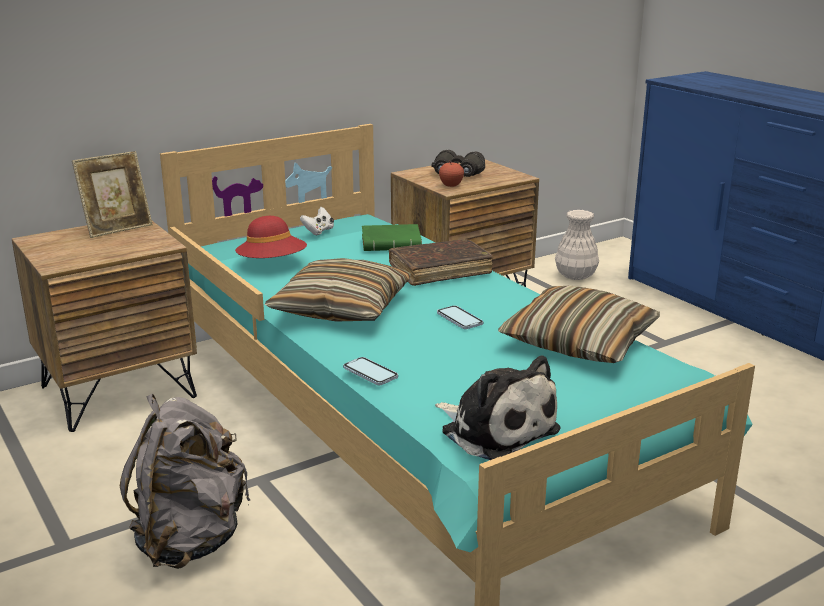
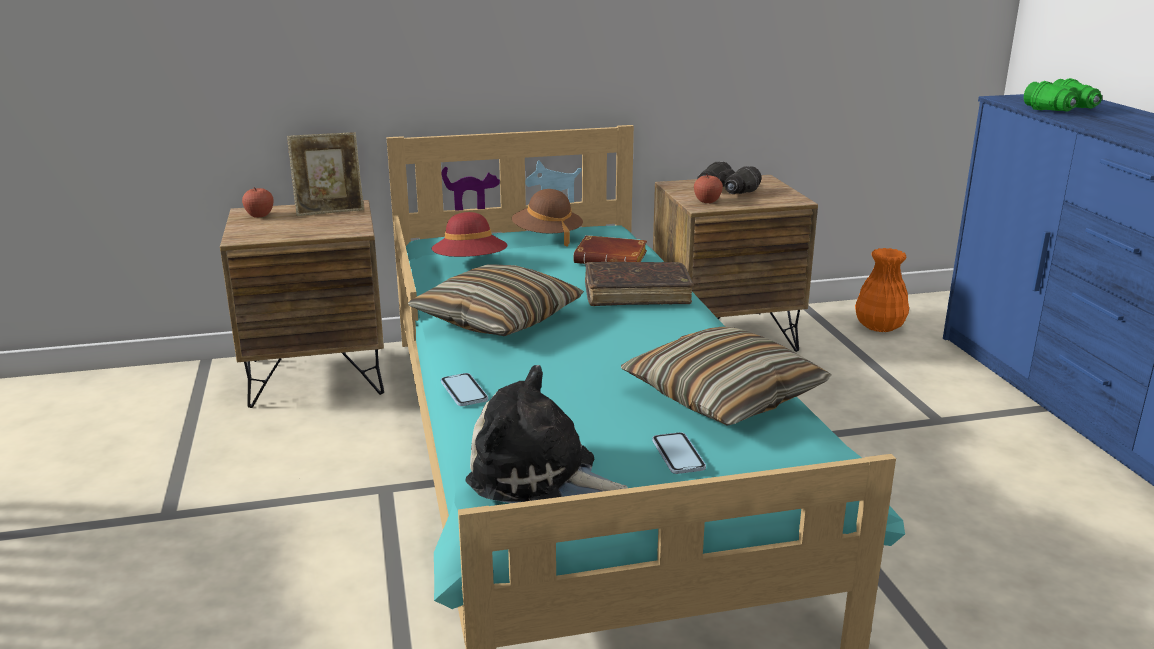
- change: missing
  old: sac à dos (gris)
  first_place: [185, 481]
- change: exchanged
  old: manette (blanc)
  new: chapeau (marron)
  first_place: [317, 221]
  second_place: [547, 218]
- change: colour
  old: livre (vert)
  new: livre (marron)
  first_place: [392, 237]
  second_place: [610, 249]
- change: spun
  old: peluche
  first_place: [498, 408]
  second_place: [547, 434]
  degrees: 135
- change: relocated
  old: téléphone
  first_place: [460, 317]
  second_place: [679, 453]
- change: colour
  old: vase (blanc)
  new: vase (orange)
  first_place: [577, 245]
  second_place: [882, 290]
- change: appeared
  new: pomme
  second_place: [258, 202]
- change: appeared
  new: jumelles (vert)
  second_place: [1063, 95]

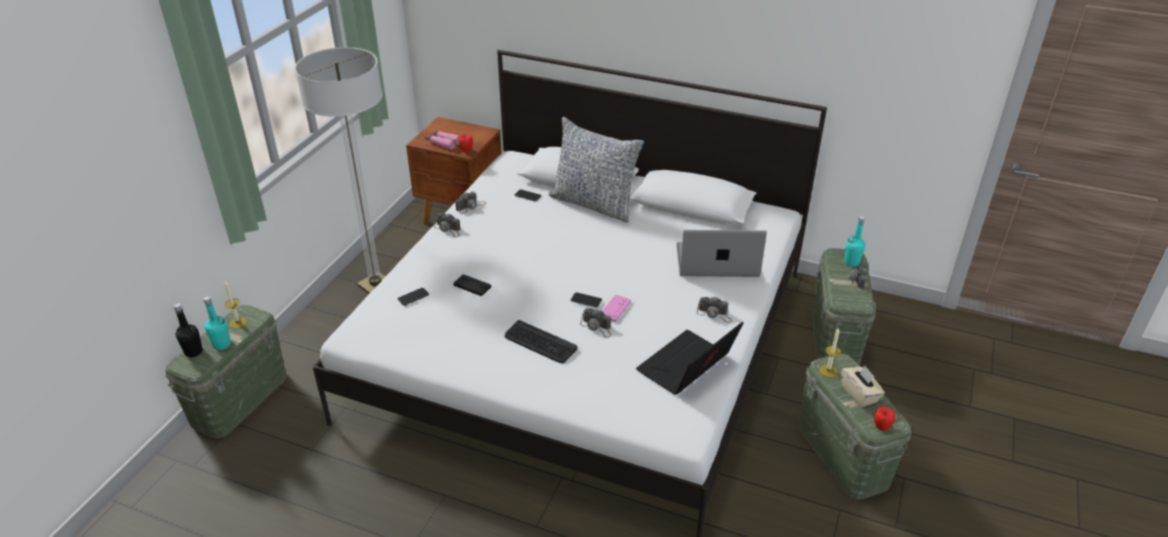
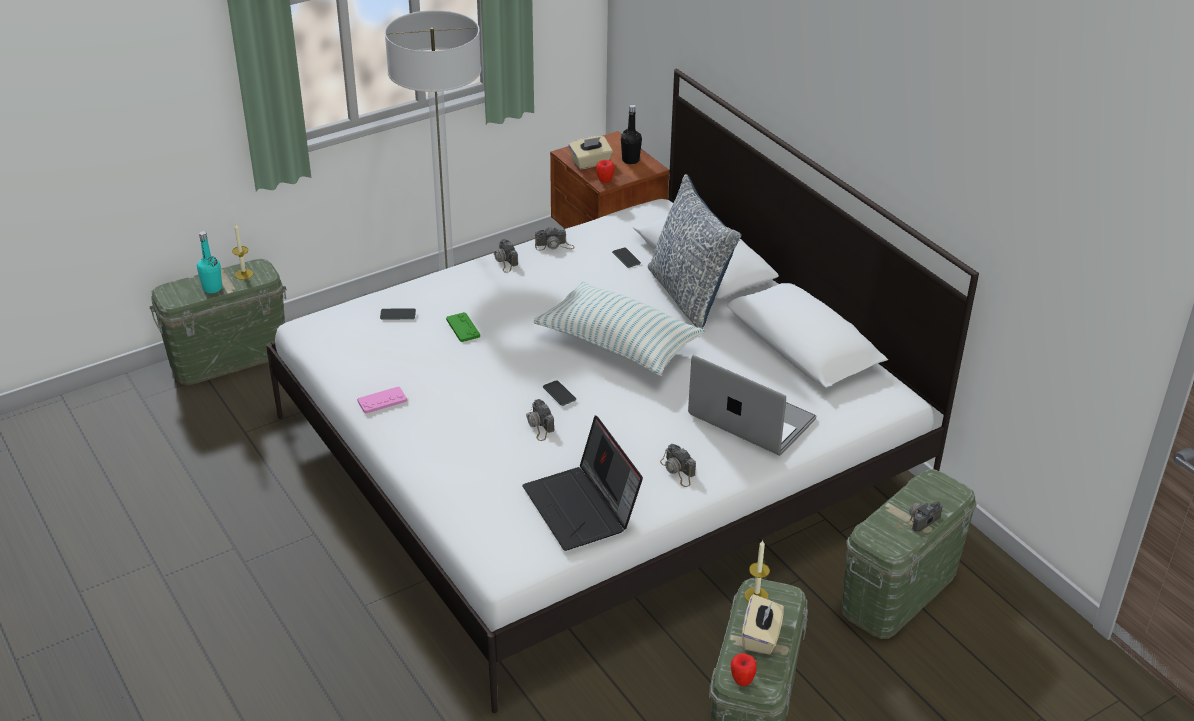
- change: relocated
  old: bouteille (noir)
  first_place: [188, 330]
  second_place: [631, 134]
- change: exchanged
  old: jumelles (rose)
  new: boîte à mouchoirs (beige)
  first_place: [442, 140]
  second_place: [591, 152]
- change: colour
  old: manette (noir)
  new: manette (vert)
  first_place: [472, 285]
  second_place: [463, 327]
- change: missing
  old: clavier
  first_place: [541, 341]
- change: relocated
  old: manette (rose)
  first_place: [616, 308]
  second_place: [382, 400]
- change: spun
  old: ordinateur portable
  first_place: [689, 358]
  second_place: [582, 483]
  degrees: -105
- change: missing
  old: bouteille (turquoise)
  first_place: [854, 241]
- change: appeared
  new: coussin
  second_place: [618, 328]

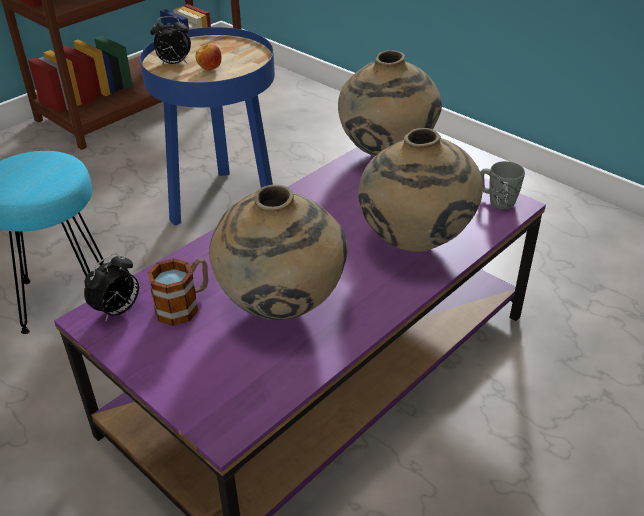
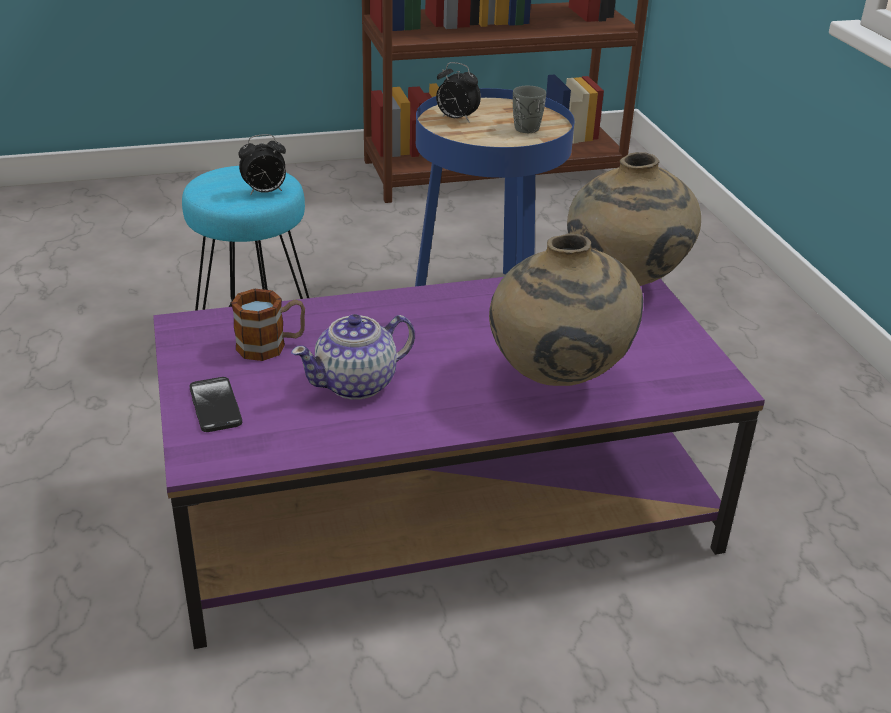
- change: relocated
  old: réveil
  first_place: [111, 287]
  second_place: [262, 164]
- change: missing
  old: pomme
  first_place: [208, 57]
- change: exchanged
  old: vase (beige)
  new: théière
  first_place: [278, 252]
  second_place: [353, 357]
- change: relocated
  old: mug (gris)
  first_place: [502, 185]
  second_place: [529, 109]
- change: appeared
  new: téléphone
  second_place: [215, 404]

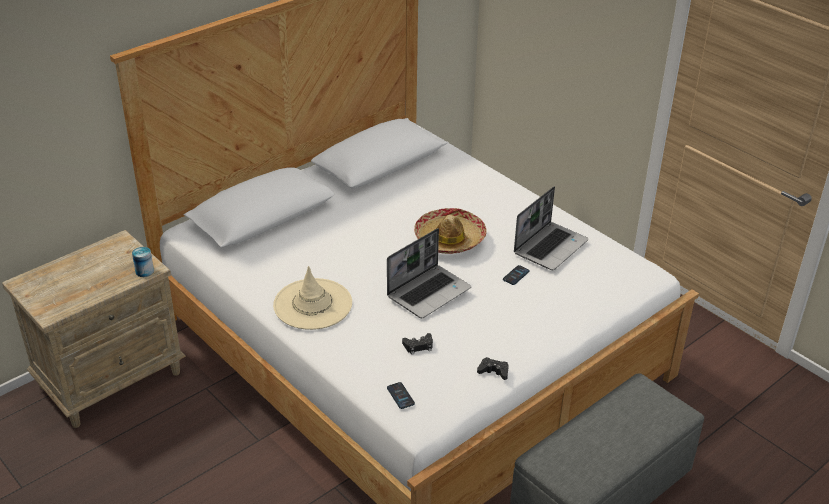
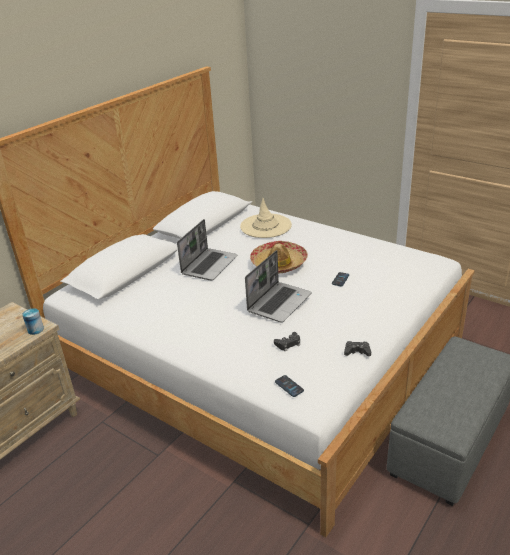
- change: relocated
  old: chapeau (beige)
  first_place: [312, 298]
  second_place: [266, 218]
- change: relocated
  old: ordinateur portable
  first_place: [551, 228]
  second_place: [207, 249]

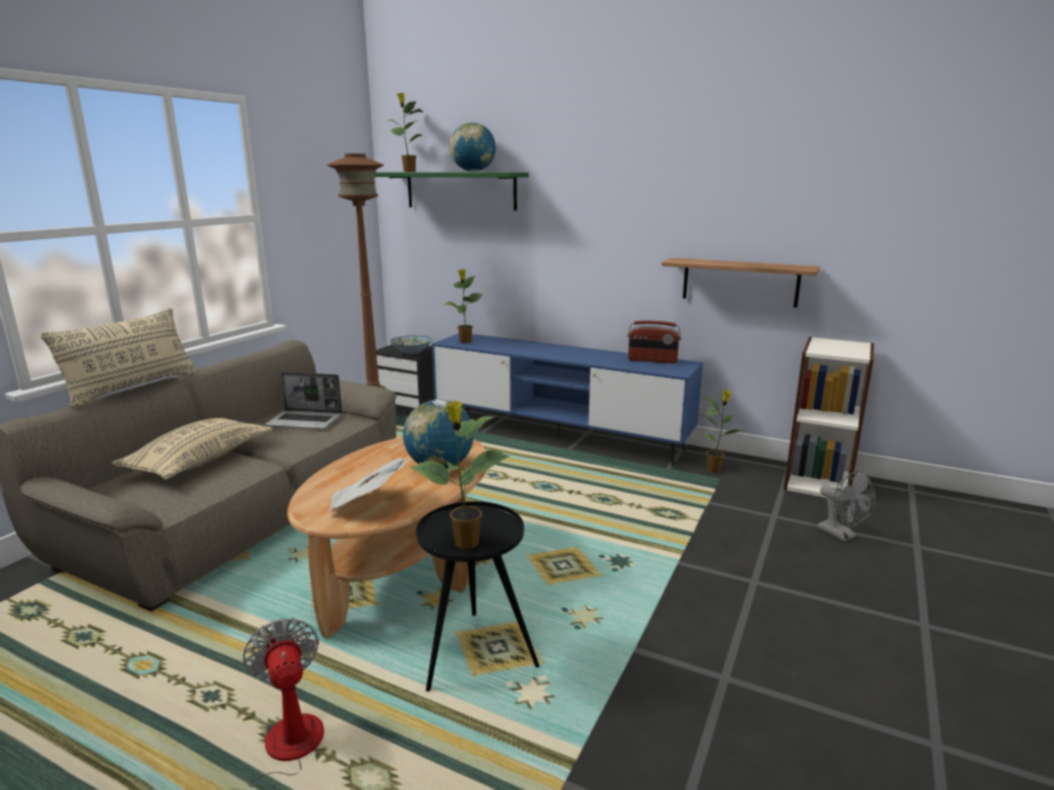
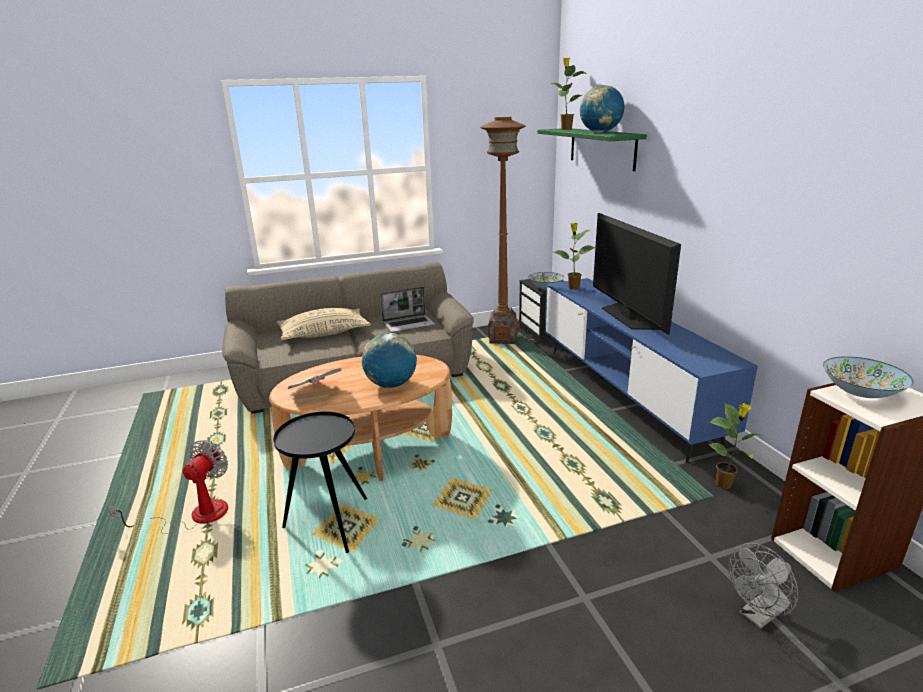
- change: missing
  old: coussin (beige)
  first_place: [119, 358]
- change: spun
  old: ordinateur portable
  first_place: [303, 400]
  second_place: [407, 309]
  degrees: -75
- change: missing
  old: plante en pot
  first_place: [460, 475]
- change: missing
  old: radio
  first_place: [654, 342]
- change: missing
  old: étagère
  first_place: [741, 283]
- change: spun
  old: ventilateur (gris)
  first_place: [846, 506]
  second_place: [763, 586]
  degrees: 45
- change: appeared
  new: téléviseur
  second_place: [637, 274]
- change: appeared
  new: bol
  second_place: [868, 377]

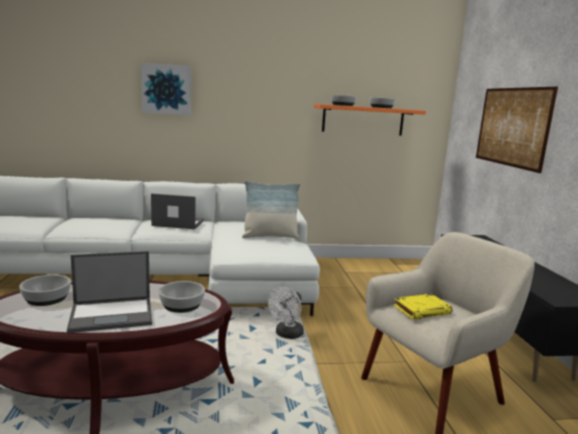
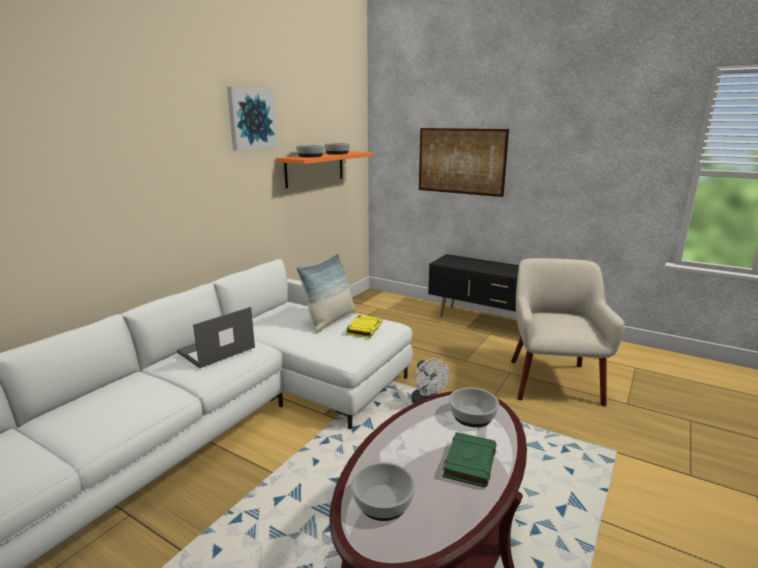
- change: exchanged
  old: ordinateur portable
  new: livre (vert)
  first_place: [109, 292]
  second_place: [469, 460]
- change: relocated
  old: tableau
  first_place: [166, 89]
  second_place: [252, 119]
- change: relocated
  old: livre (jaune)
  first_place: [423, 306]
  second_place: [364, 326]

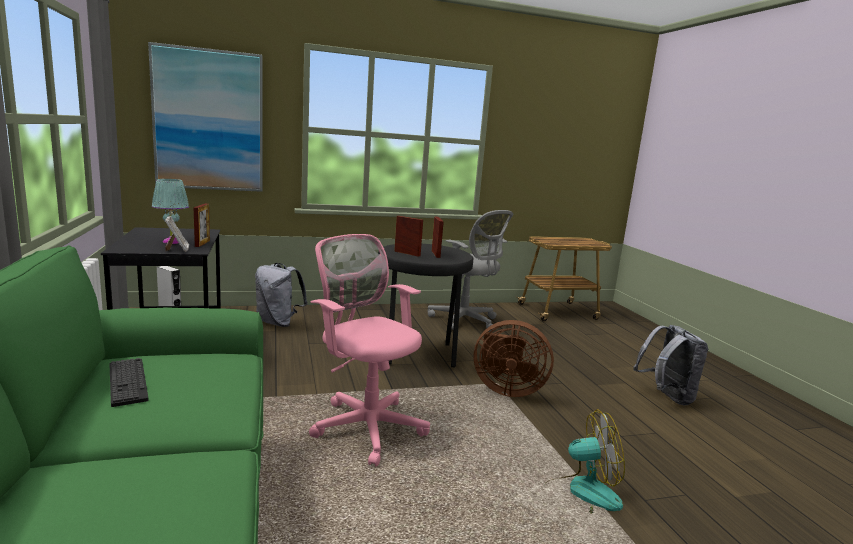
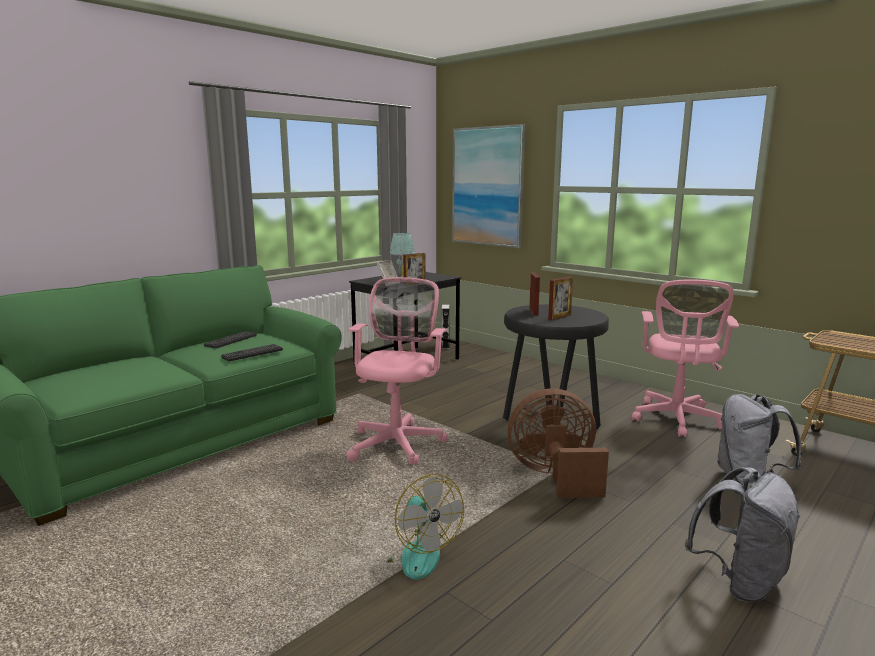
- change: relocated
  old: sac à dos (gris)
  first_place: [281, 295]
  second_place: [759, 440]
- change: colour
  old: chaise de bureau (gris)
  new: chaise de bureau (rose)
  first_place: [470, 271]
  second_place: [685, 358]
- change: spun
  old: ventilateur (marron)
  first_place: [514, 358]
  second_place: [558, 443]
  degrees: 105
- change: appeared
  new: clavier
  second_place: [252, 352]

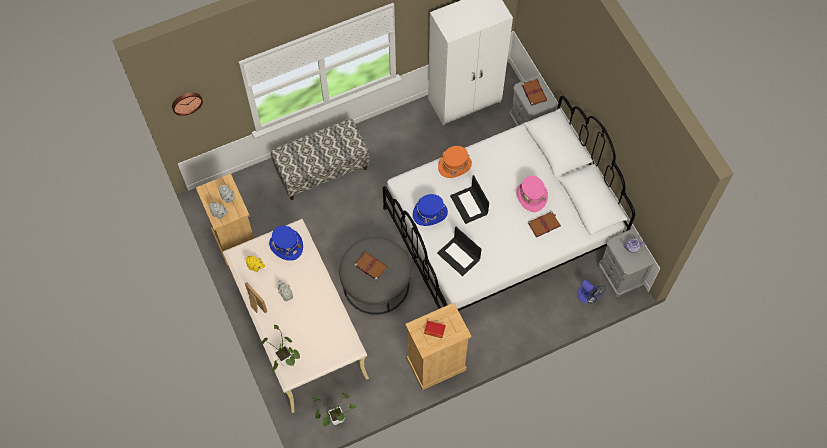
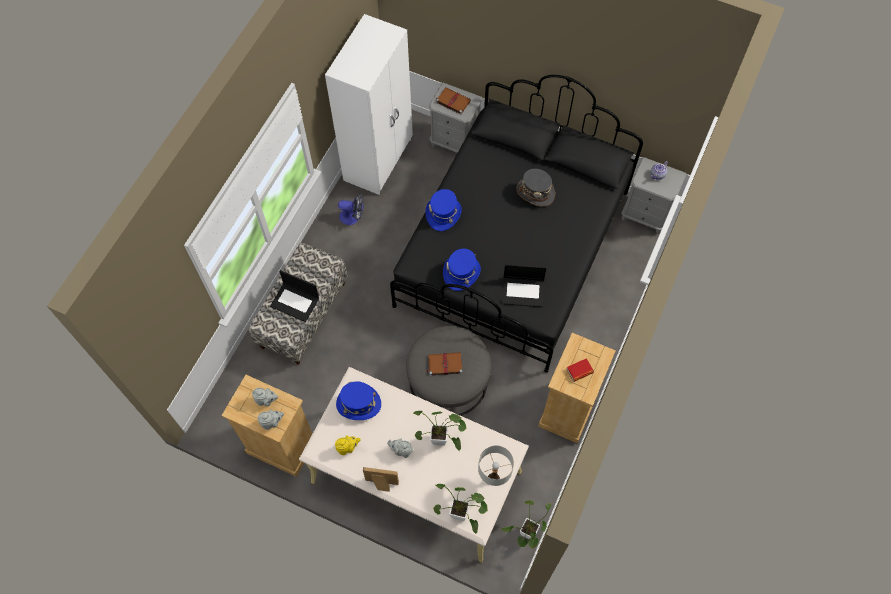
- change: missing
  old: horloge murale
  first_place: [187, 104]
- change: colour
  old: lit (blanc)
  new: lit (noir)
  first_place: [509, 203]
  second_place: [516, 223]
- change: colour
  old: chapeau (orange)
  new: chapeau (bleu)
  first_place: [455, 162]
  second_place: [444, 210]
- change: relocated
  old: ordinateur portable
  first_place: [469, 199]
  second_place: [294, 296]
- change: colour
  old: chapeau (rose)
  new: chapeau (gris)
  first_place: [532, 194]
  second_place: [535, 188]
- change: missing
  old: livre (marron)
  first_place: [544, 224]
- change: relocated
  old: ventilateur
  first_place: [591, 292]
  second_place: [351, 209]
- change: appeared
  new: plante en pot
  second_place: [440, 431]
- change: appeared
  new: lampe de table (blanc)
  second_place: [496, 465]

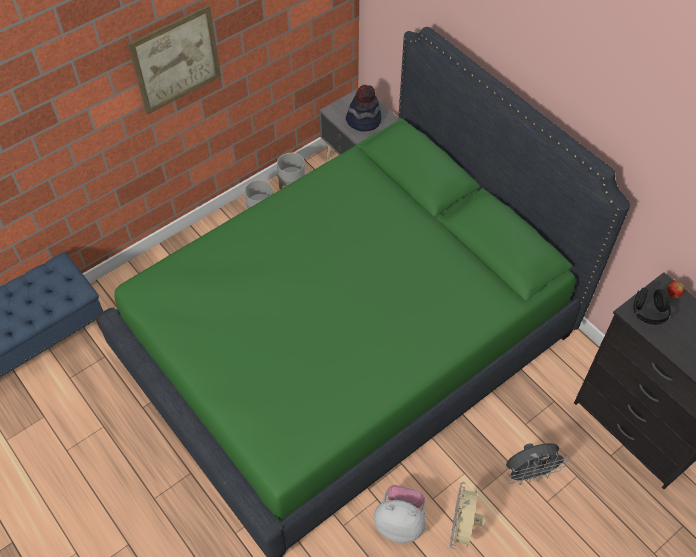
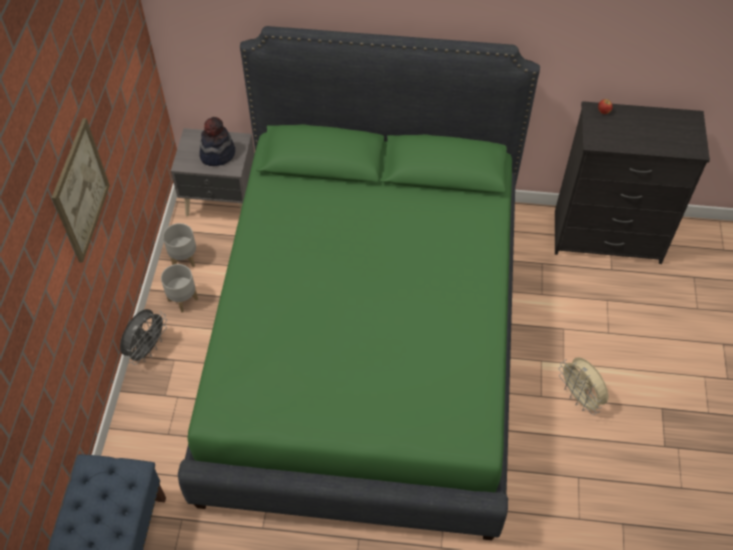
- change: missing
  old: peluche
  first_place: [400, 514]
- change: relocated
  old: ventilateur (gris)
  first_place: [537, 464]
  second_place: [143, 337]
- change: missing
  old: casque audio (noir)
  first_place: [652, 306]

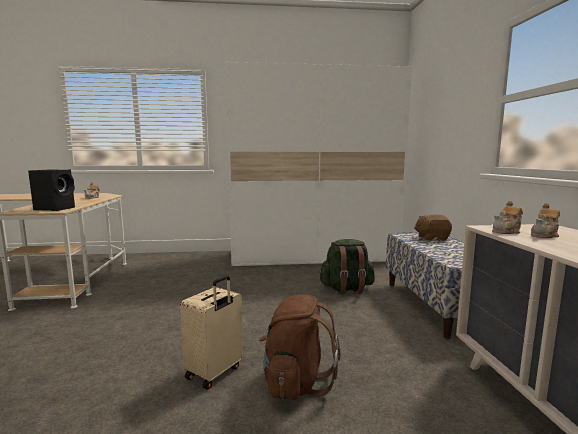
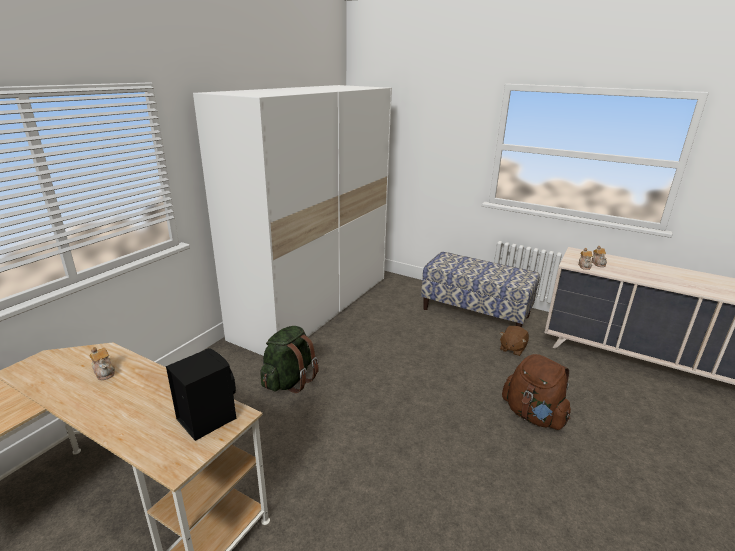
- change: missing
  old: valise (beige)
  first_place: [211, 332]
- change: relocated
  old: sac à dos (vert)
  first_place: [347, 267]
  second_place: [289, 359]
- change: relocated
  old: peluche (marron)
  first_place: [433, 227]
  second_place: [514, 341]

